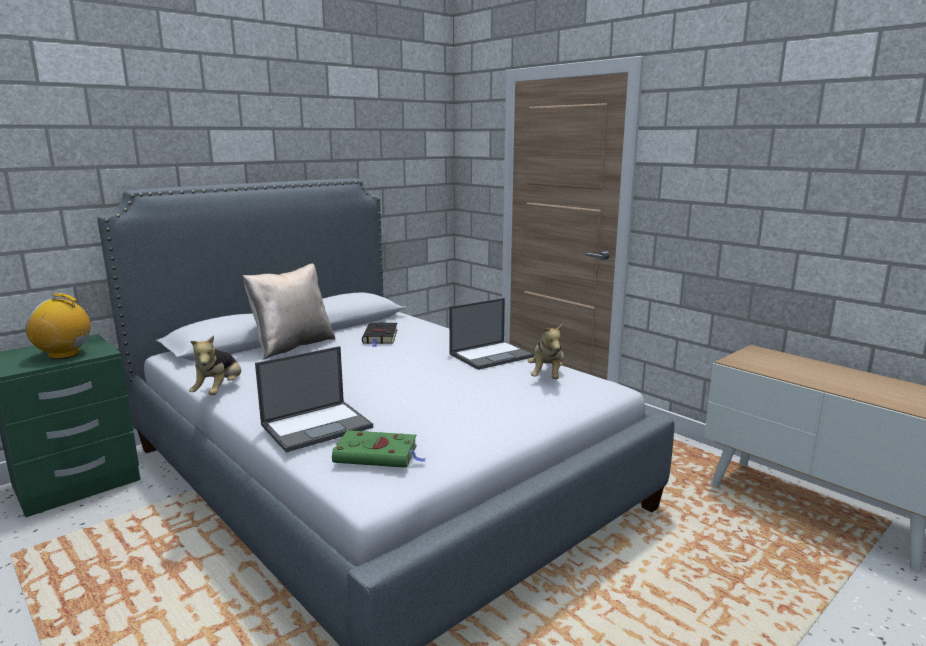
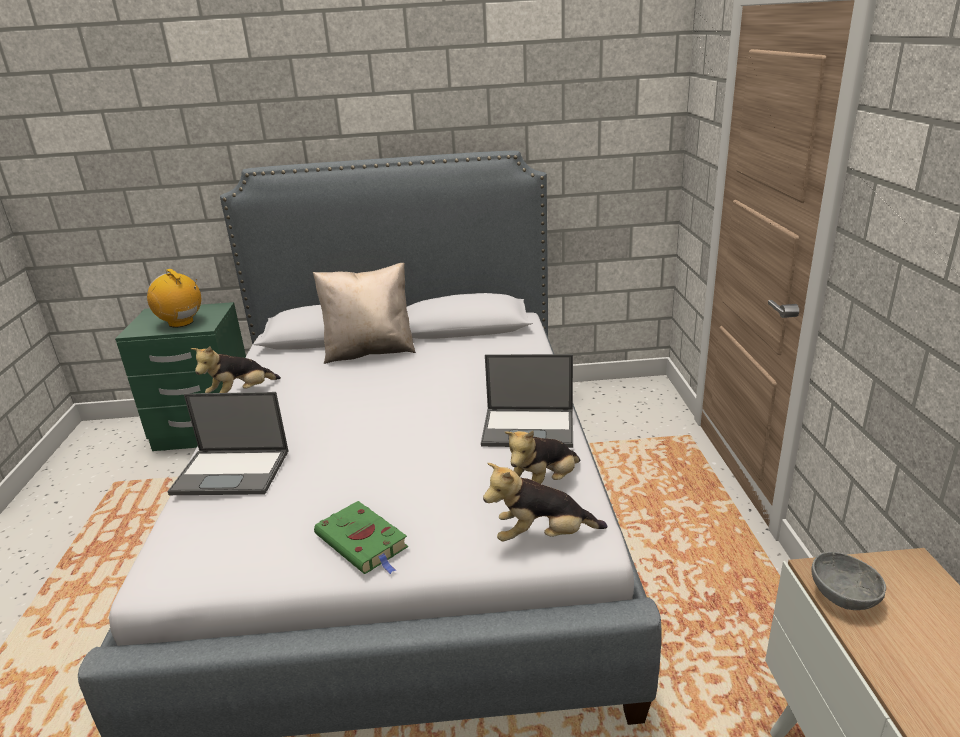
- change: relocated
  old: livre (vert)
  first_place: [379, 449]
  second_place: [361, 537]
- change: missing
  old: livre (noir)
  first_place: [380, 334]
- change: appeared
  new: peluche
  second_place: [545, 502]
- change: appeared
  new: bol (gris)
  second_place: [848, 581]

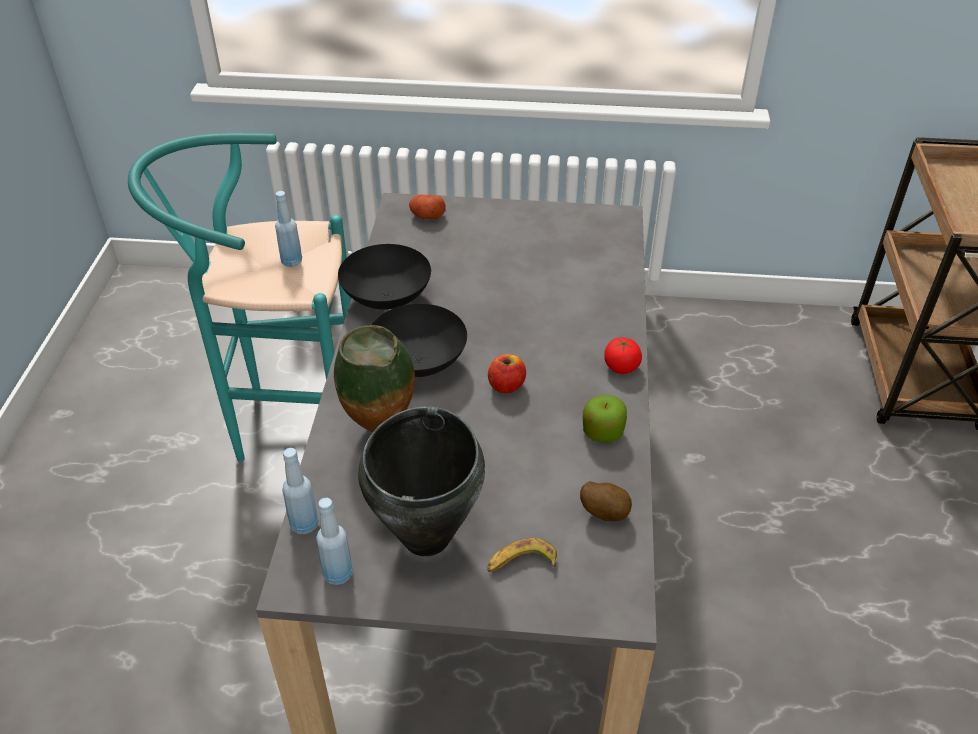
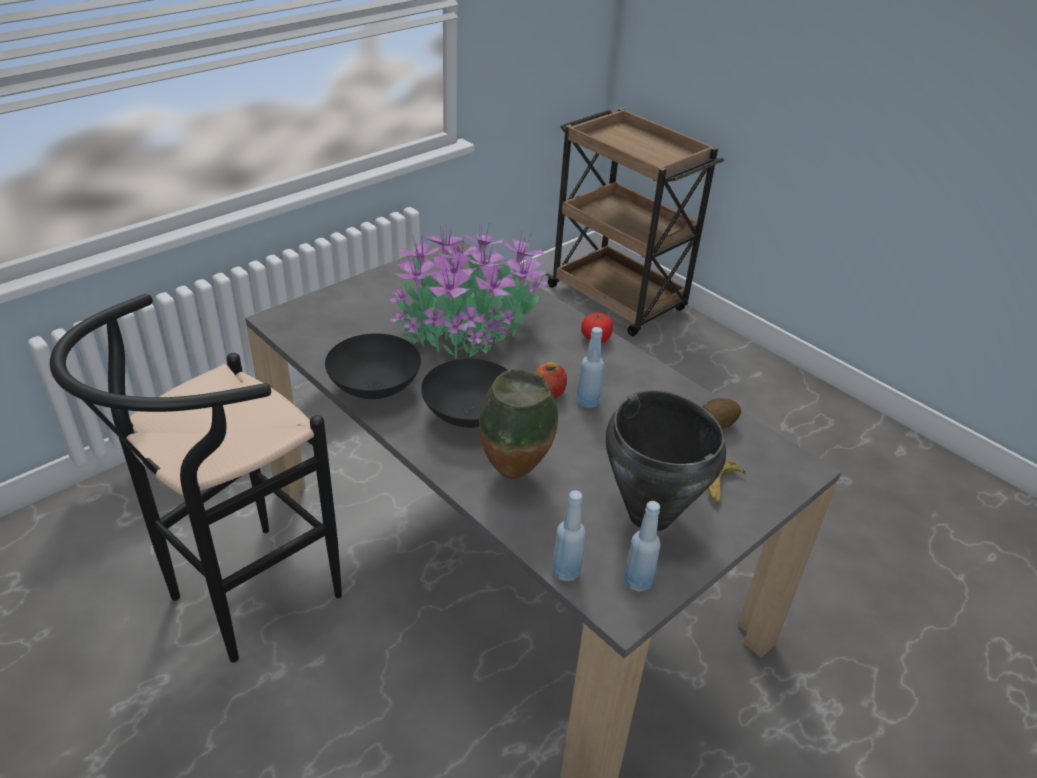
- change: colour
  old: tabouret (turquoise)
  new: tabouret (noir)
  first_place: [239, 297]
  second_place: [196, 478]
- change: relocated
  old: bouteille (bleu)
  first_place: [288, 229]
  second_place: [590, 367]
- change: missing
  old: pomme de terre
  first_place: [427, 207]
- change: missing
  old: pomme
  first_place: [605, 419]
- change: appeared
  new: plante en pot
  second_place: [469, 291]

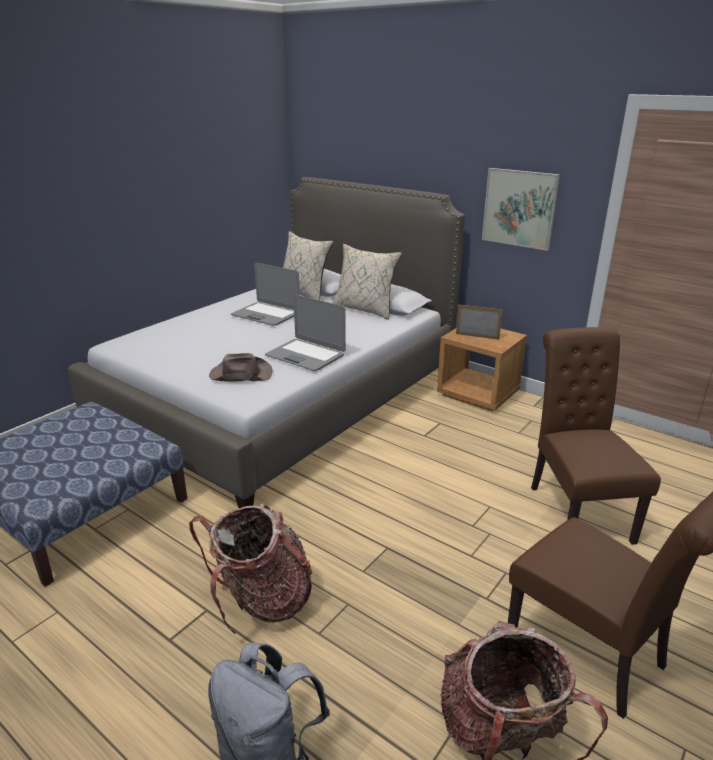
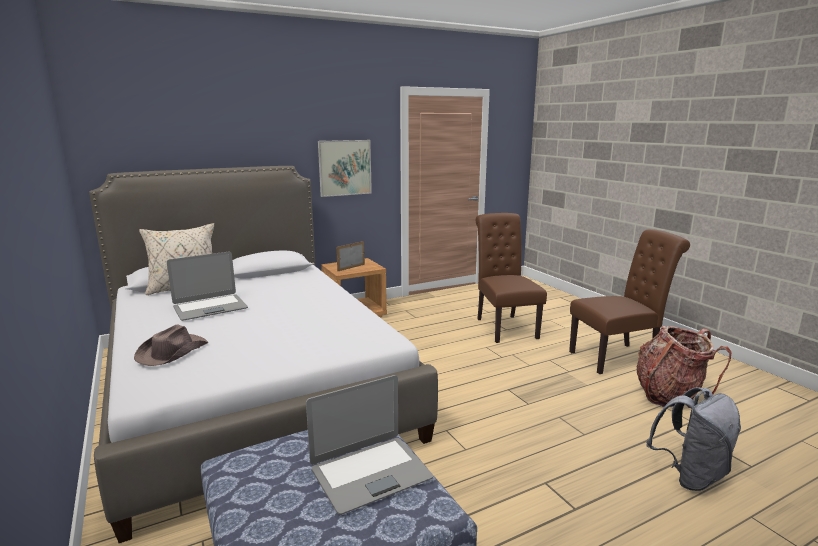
- change: missing
  old: sac à dos
  first_place: [250, 569]
- change: relocated
  old: chapeau (marron)
  first_place: [240, 367]
  second_place: [171, 345]
- change: relocated
  old: ordinateur portable
  first_place: [305, 332]
  second_place: [369, 445]
- change: missing
  old: coussin (beige)
  first_place: [367, 282]
- change: spun
  old: chaise (marron)
  first_place: [596, 436]
  second_place: [511, 278]
  degrees: 60

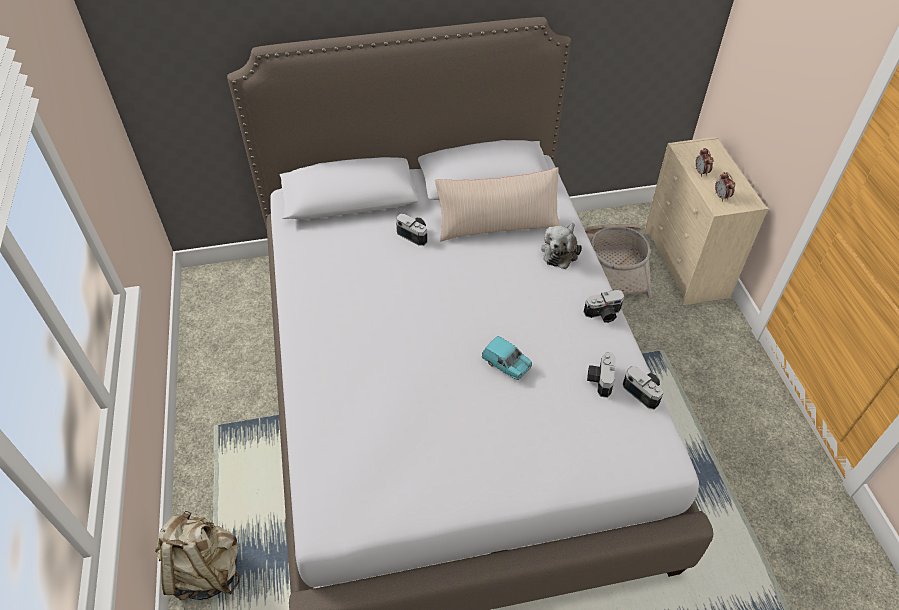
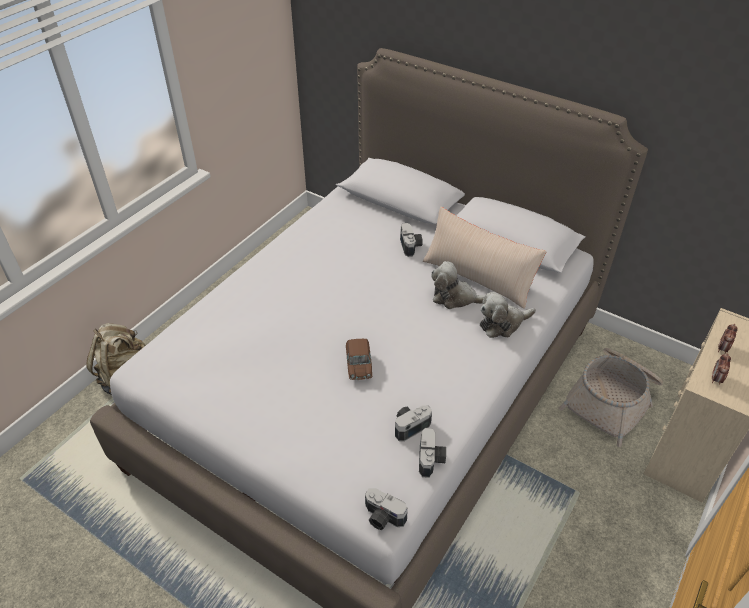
- change: colour
  old: petite voiture (turquoise)
  new: petite voiture (marron)
  first_place: [507, 358]
  second_place: [359, 359]
- change: relocated
  old: appareil photo
  first_place: [604, 306]
  second_place: [386, 509]
- change: appeared
  new: peluche
  second_place: [458, 285]

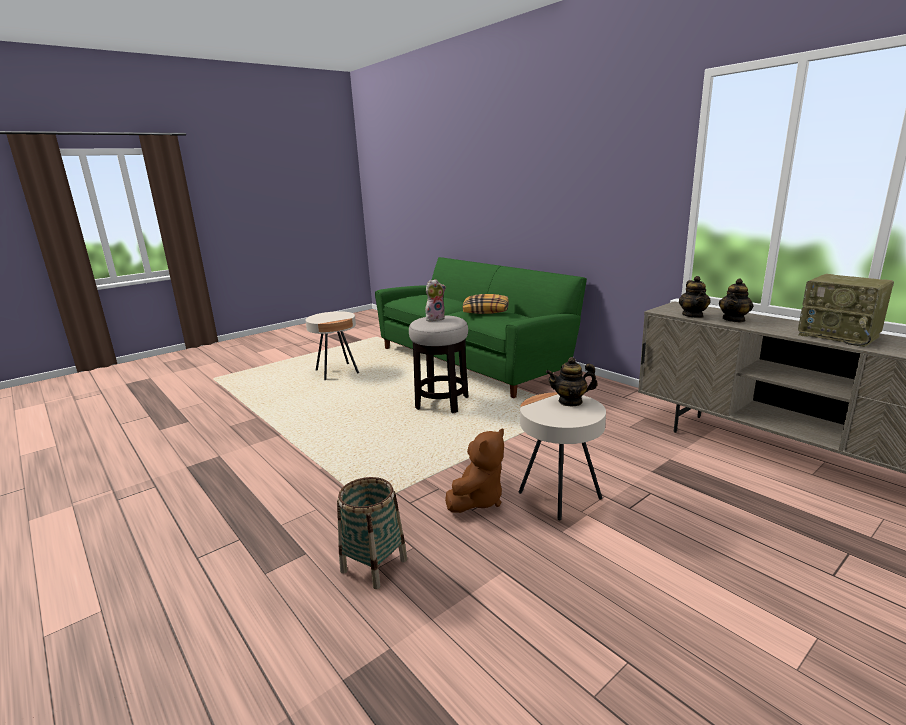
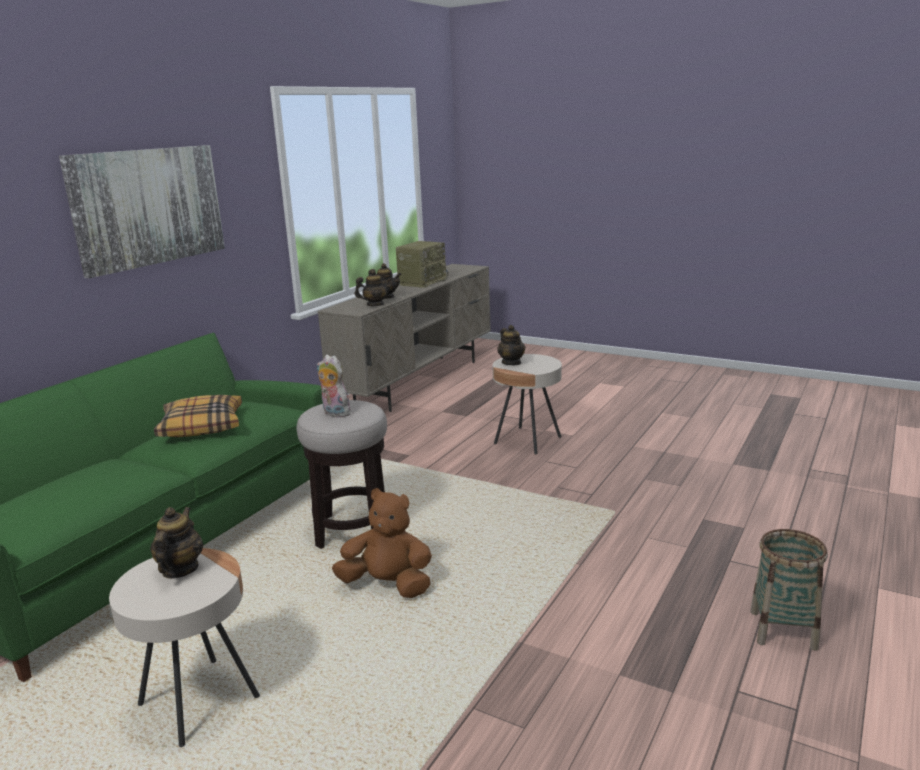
- change: relocated
  old: panier
  first_place: [372, 533]
  second_place: [789, 590]
- change: relocated
  old: peluche (marron)
  first_place: [474, 471]
  second_place: [382, 543]
- change: appeared
  new: tableau
  second_place: [142, 211]
- change: appeared
  new: théière
  second_place: [176, 543]

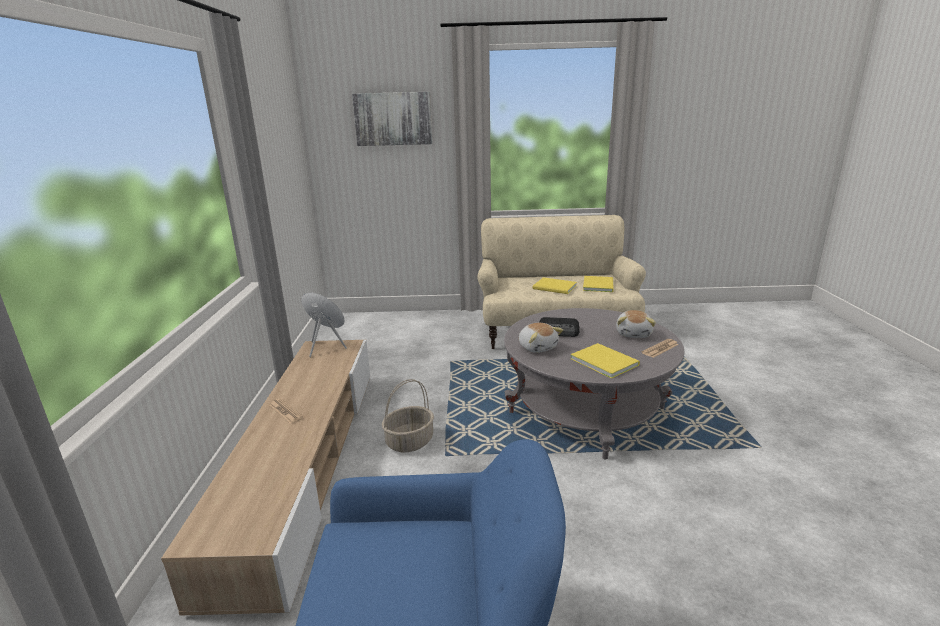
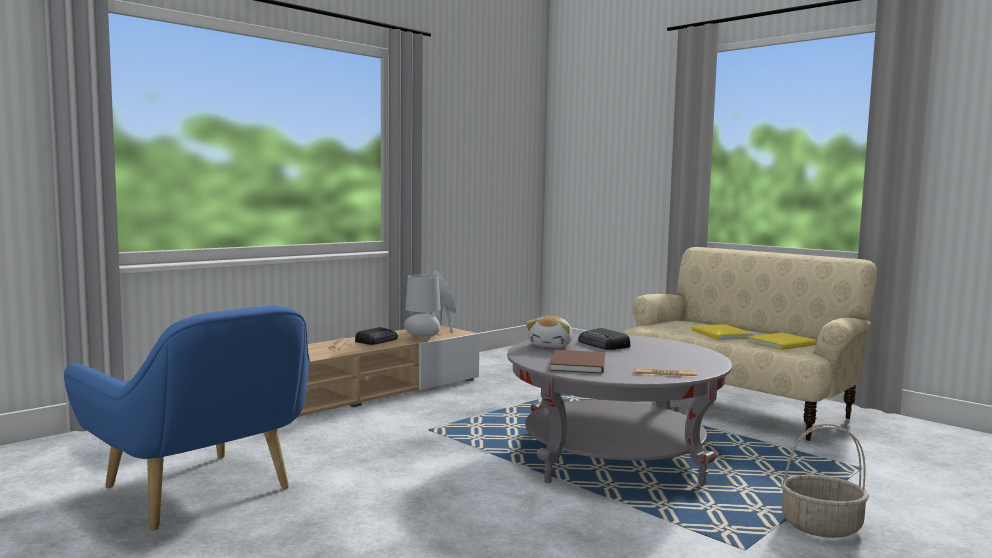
- change: missing
  old: tableau
  first_place: [392, 119]
- change: relocated
  old: panier
  first_place: [408, 415]
  second_place: [825, 481]
- change: colour
  old: livre (jaune)
  new: livre (marron)
  first_place: [605, 361]
  second_place: [577, 362]
- change: missing
  old: peluche
  first_place: [636, 324]
- change: appeared
  new: radio
  second_place: [376, 336]
- change: appeared
  new: lampe de table (gris)
  second_place: [422, 308]

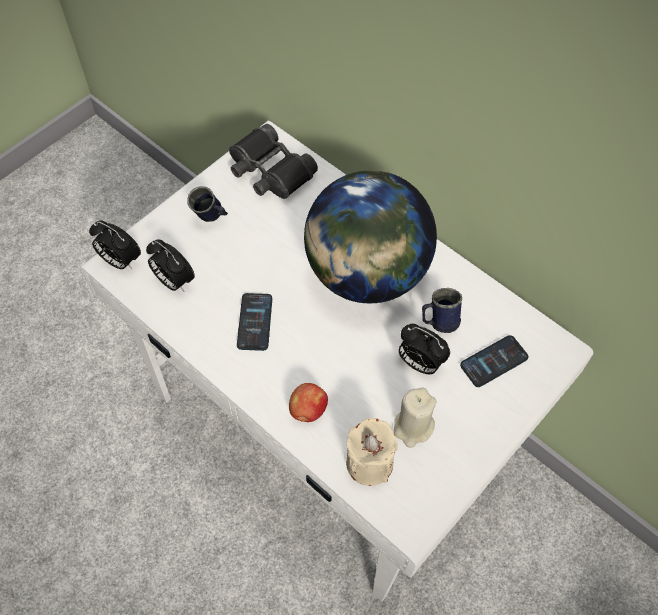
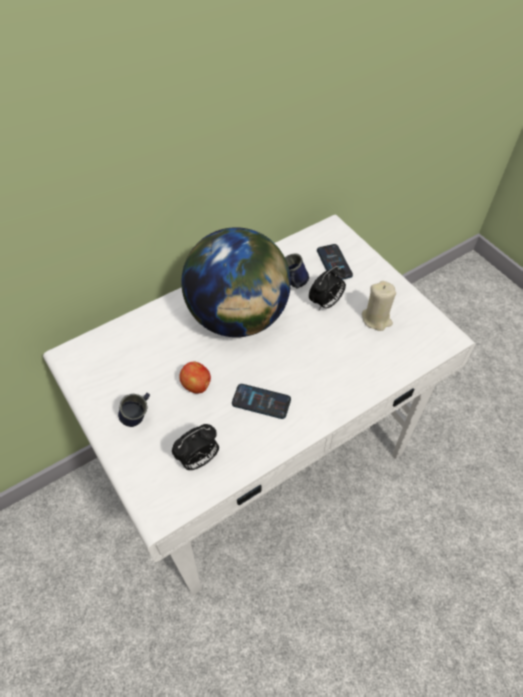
- change: missing
  old: réveil
  first_place: [115, 244]
- change: missing
  old: jumelles (noir)
  first_place: [273, 161]
- change: relocated
  old: pomme
  first_place: [308, 402]
  second_place: [195, 378]
- change: missing
  old: bougie (beige)
  first_place: [372, 452]

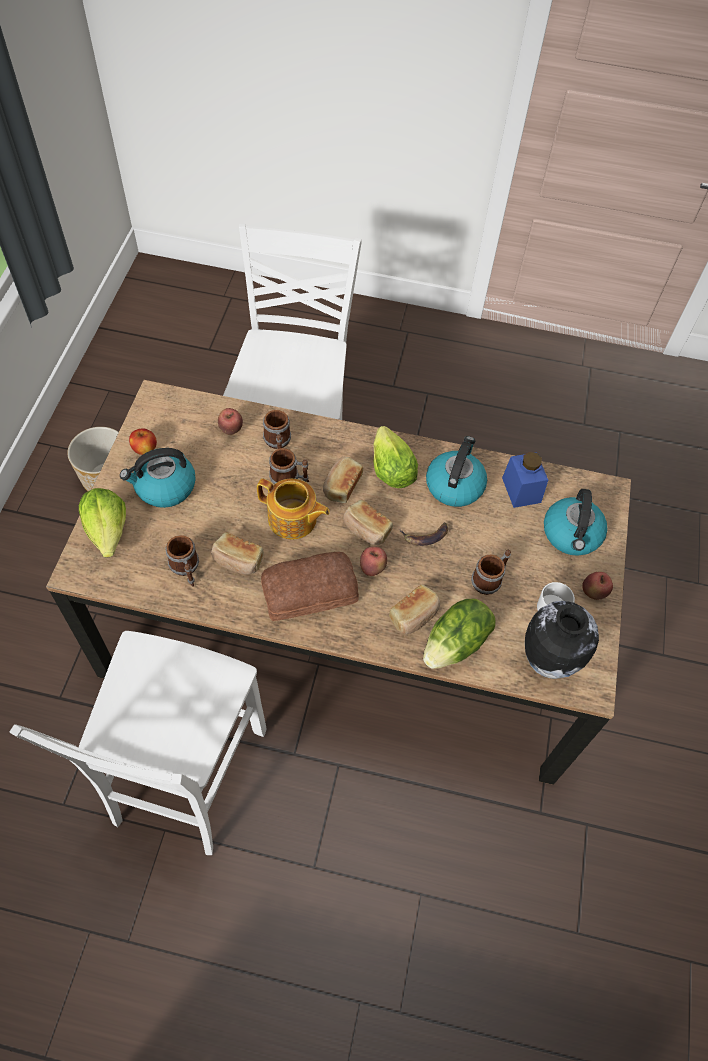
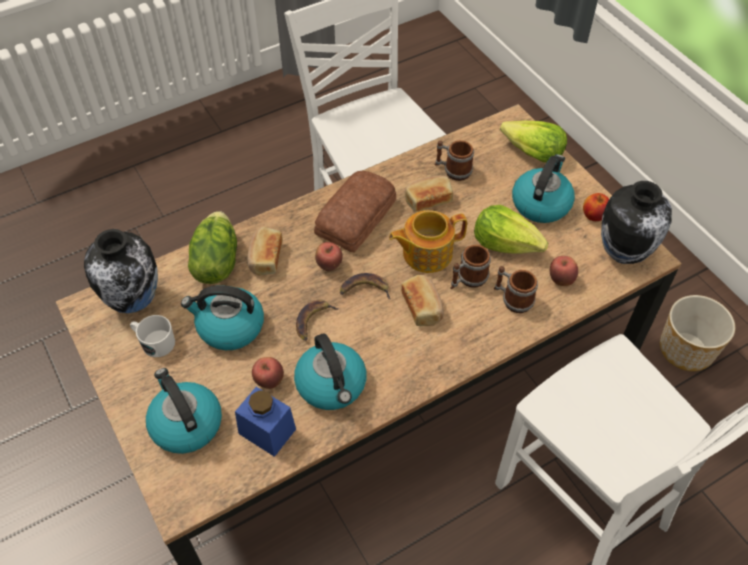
- change: exchanged
  old: pain
  new: banane
  first_place: [368, 522]
  second_place: [365, 286]
- change: relocated
  old: laitue
  first_place: [395, 457]
  second_place: [511, 229]
- change: exchanged
  old: mug
  new: bouilloire
  first_place: [491, 572]
  second_place: [222, 317]
- change: relocated
  old: pomme
  first_place: [597, 586]
  second_place: [268, 373]
- change: appeared
  new: vase
  second_place: [636, 222]

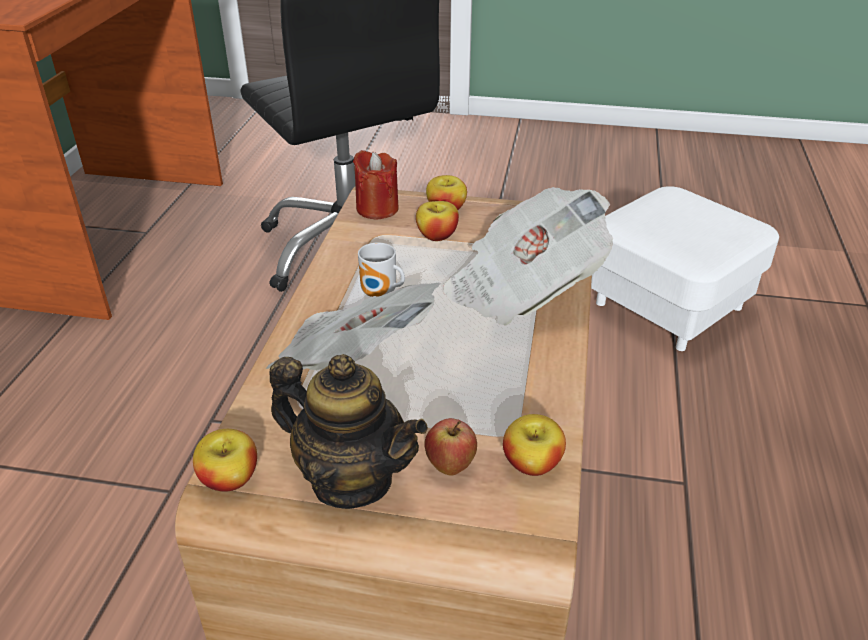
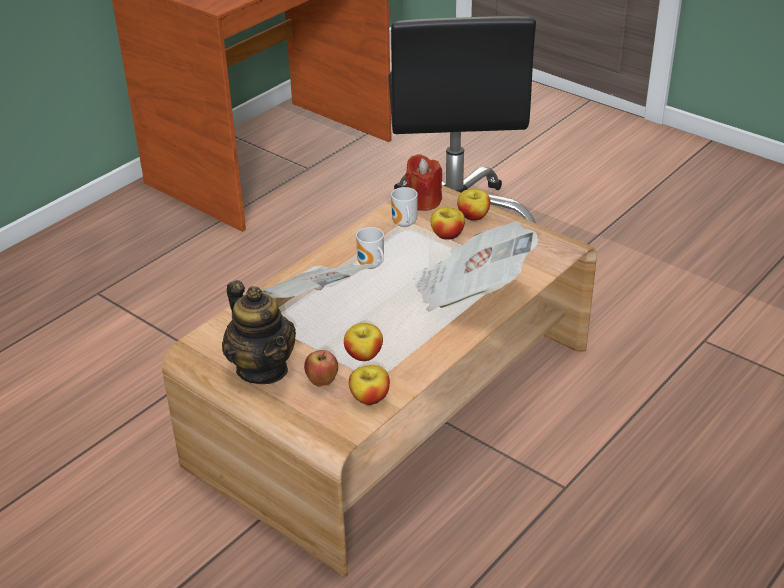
- change: relocated
  old: pomme
  first_place: [225, 460]
  second_place: [363, 342]
- change: missing
  old: pouf (blanc)
  first_place: [685, 268]
- change: appeared
  new: mug
  second_place: [404, 207]

